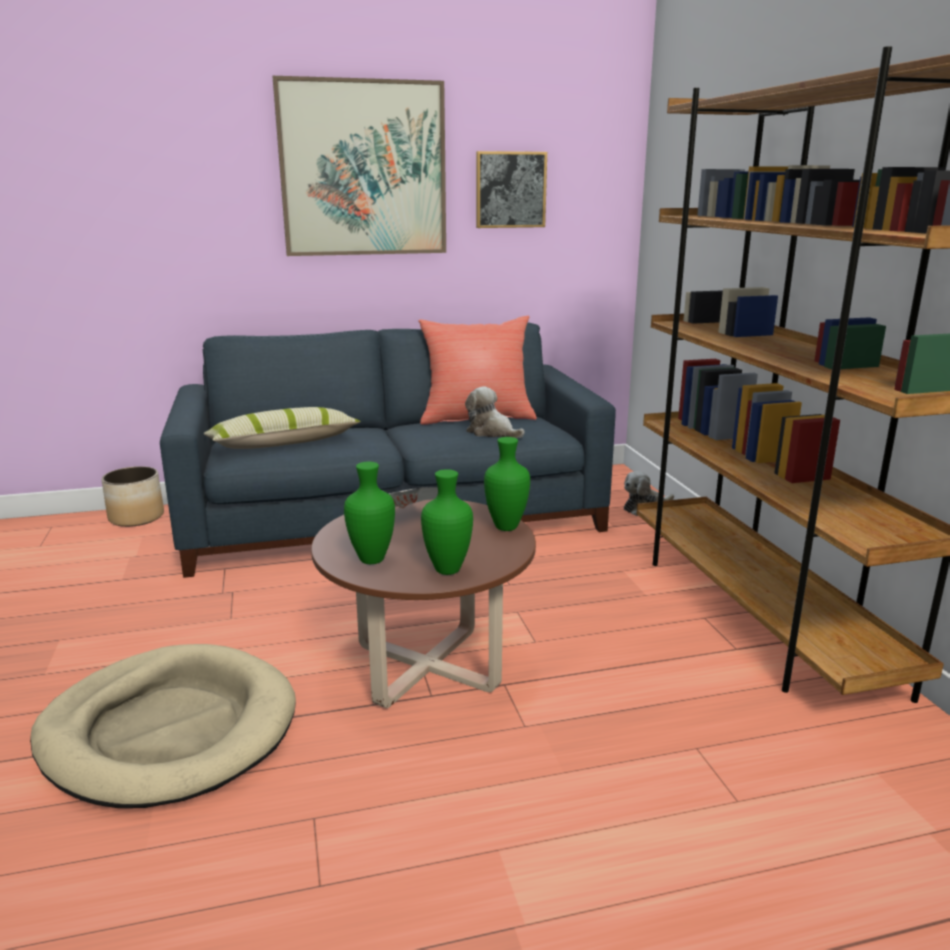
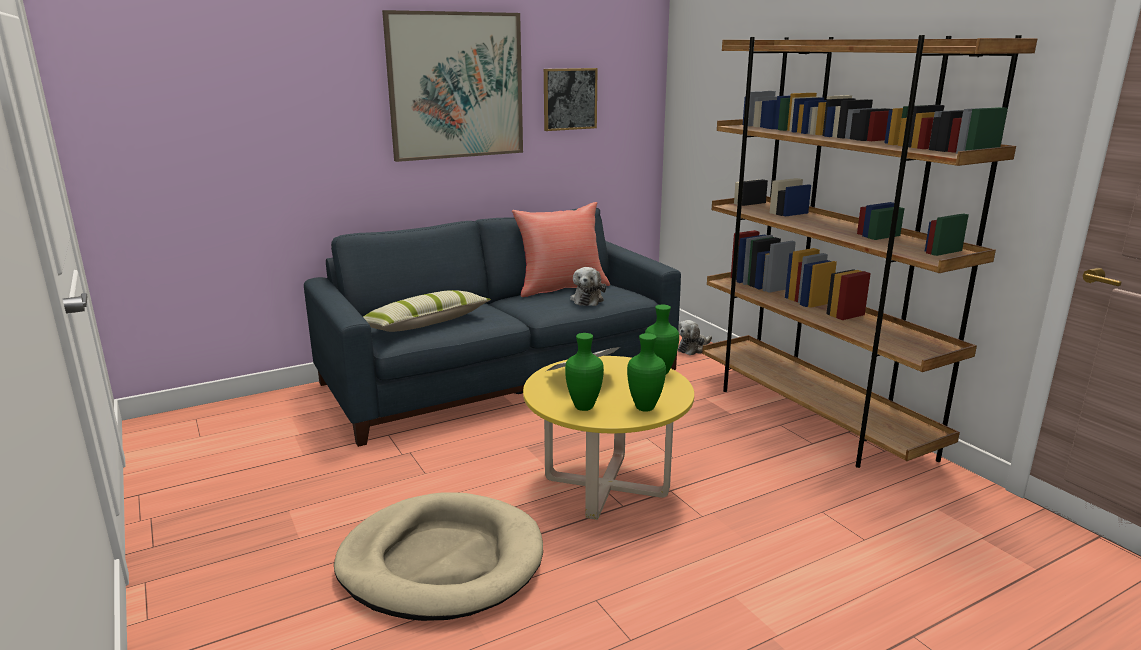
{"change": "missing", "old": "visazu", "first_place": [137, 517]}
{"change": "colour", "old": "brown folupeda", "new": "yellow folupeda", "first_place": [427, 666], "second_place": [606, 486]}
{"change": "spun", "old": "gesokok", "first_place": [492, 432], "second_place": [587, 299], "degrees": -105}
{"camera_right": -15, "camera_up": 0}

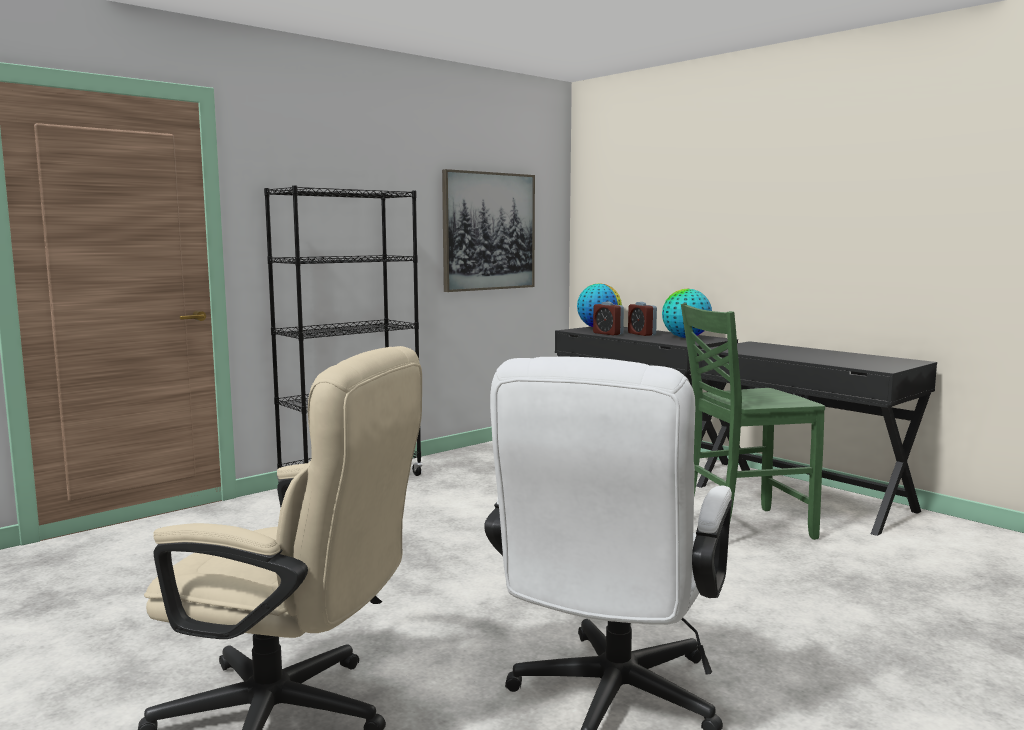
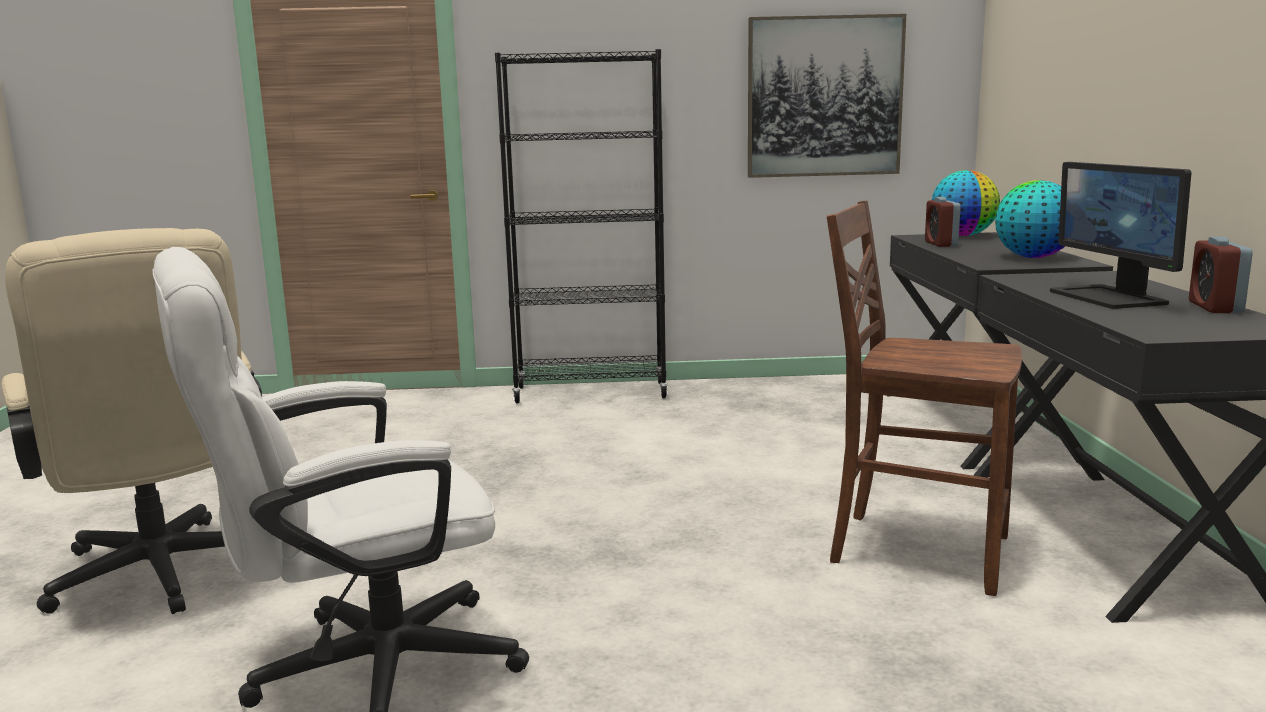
{"change": "appeared", "new": "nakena", "second_place": [1109, 297]}
{"change": "relocated", "old": "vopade", "first_place": [641, 334], "second_place": [1215, 307]}
{"change": "colour", "old": "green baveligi", "new": "brown baveligi", "first_place": [743, 527], "second_place": [915, 549]}
{"camera_right": 40, "camera_up": 5}

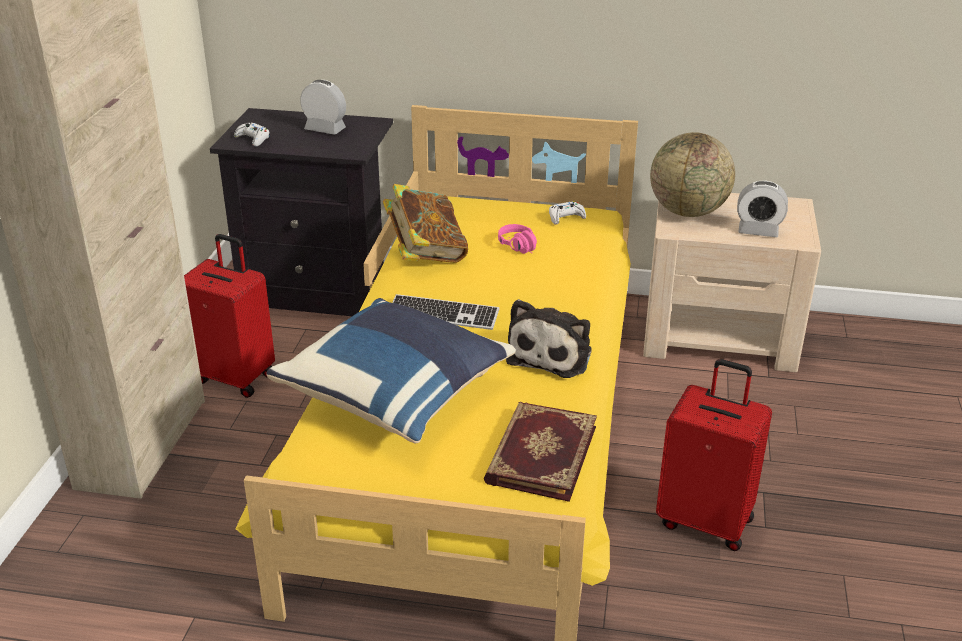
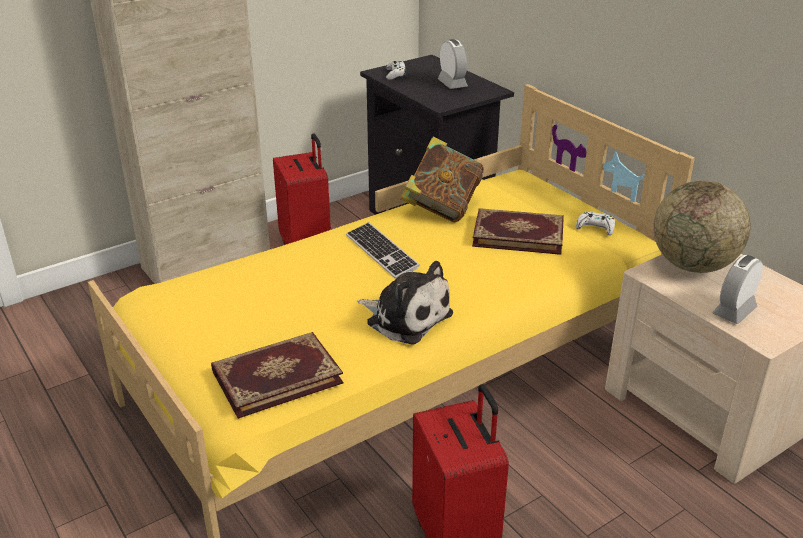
{"change": "missing", "old": "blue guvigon", "first_place": [396, 395]}
{"change": "exchanged", "old": "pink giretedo", "new": "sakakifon", "first_place": [521, 248], "second_place": [518, 234]}
{"change": "spun", "old": "gesokok", "first_place": [552, 354], "second_place": [406, 317], "degrees": -120}
{"change": "spun", "old": "vopade", "first_place": [758, 231], "second_place": [734, 311], "degrees": 75}
{"camera_right": 45, "camera_up": 0}

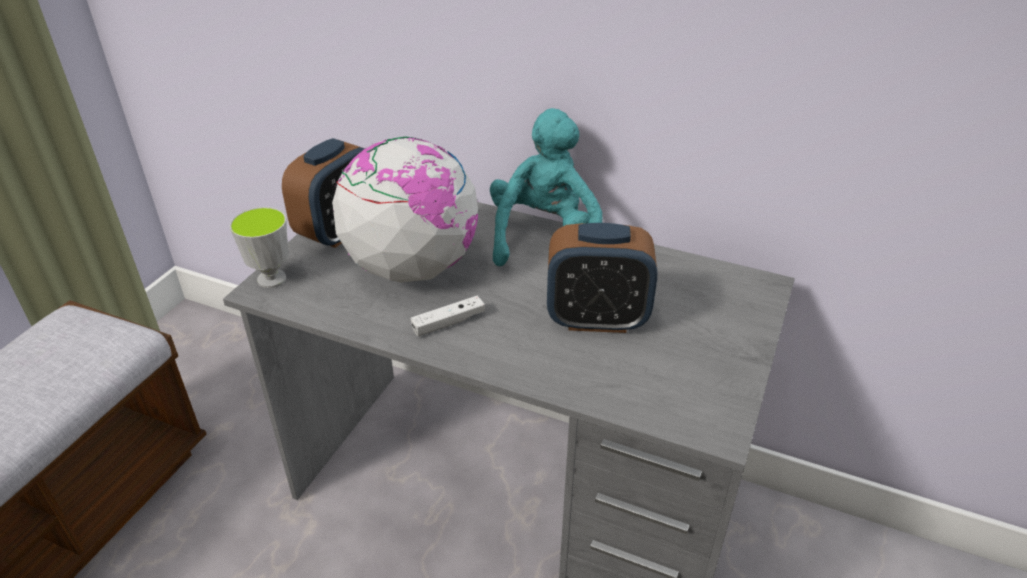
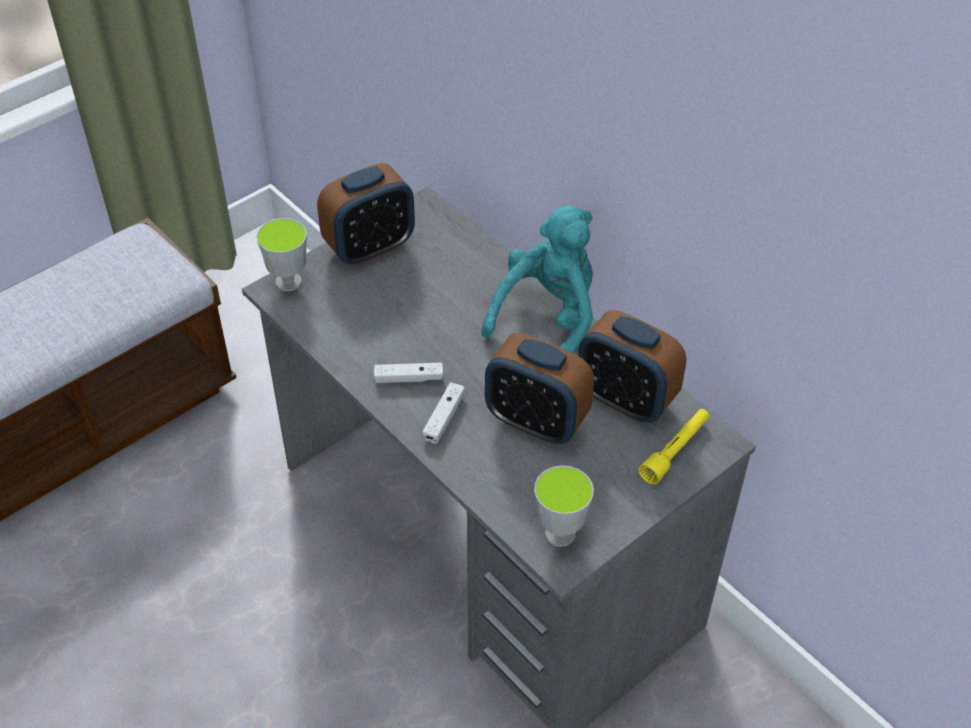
{"change": "missing", "old": "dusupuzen", "first_place": [411, 267]}
{"change": "appeared", "new": "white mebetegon", "second_place": [444, 418]}
{"change": "appeared", "new": "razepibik", "second_place": [560, 533]}
{"change": "appeared", "new": "vopade", "second_place": [625, 399]}
{"change": "appeared", "new": "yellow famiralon", "second_place": [675, 451]}
{"camera_right": 25, "camera_up": 10}

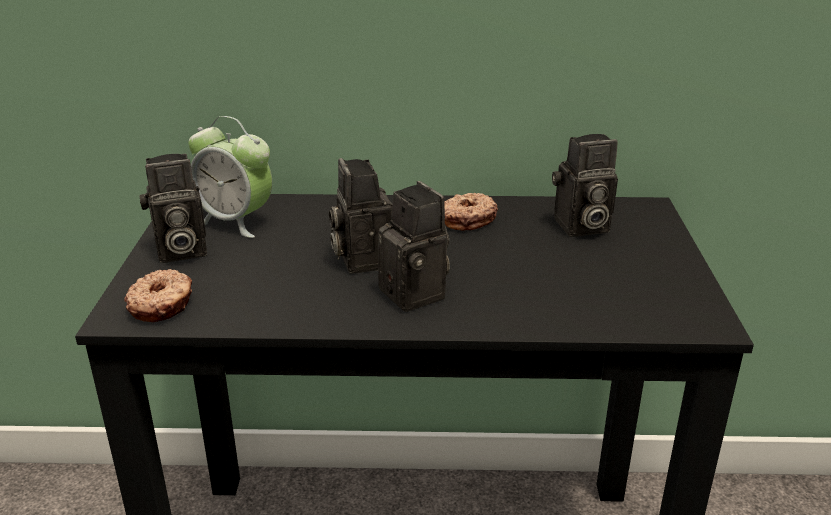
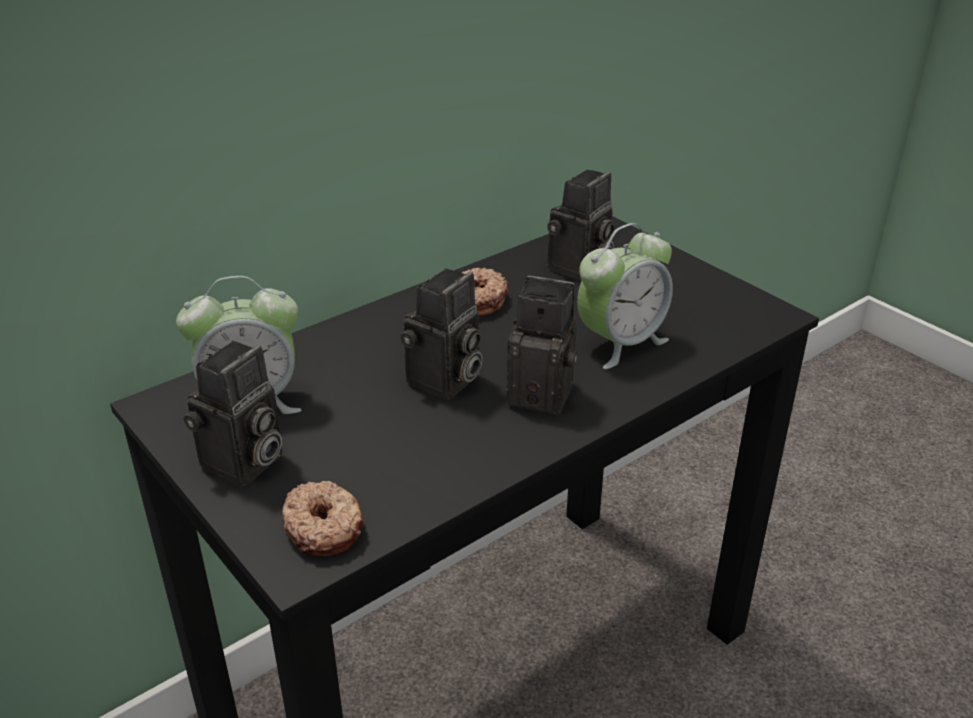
{"change": "appeared", "new": "vopade", "second_place": [621, 343]}
{"change": "spun", "old": "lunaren", "first_place": [362, 258], "second_place": [444, 382], "degrees": -90}
{"camera_right": -40, "camera_up": 5}

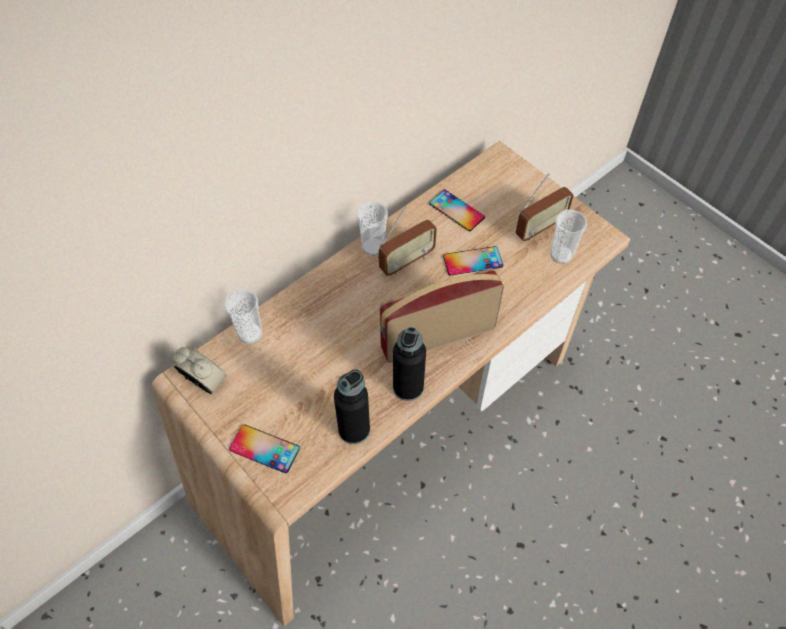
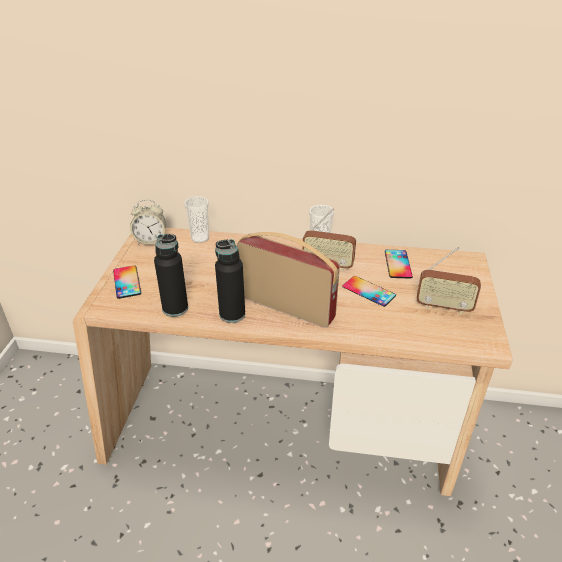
{"change": "missing", "old": "razepibik", "first_place": [561, 255]}
{"change": "spun", "old": "vopade", "first_place": [205, 382], "second_place": [151, 240], "degrees": 90}
{"camera_right": 50, "camera_up": -20}

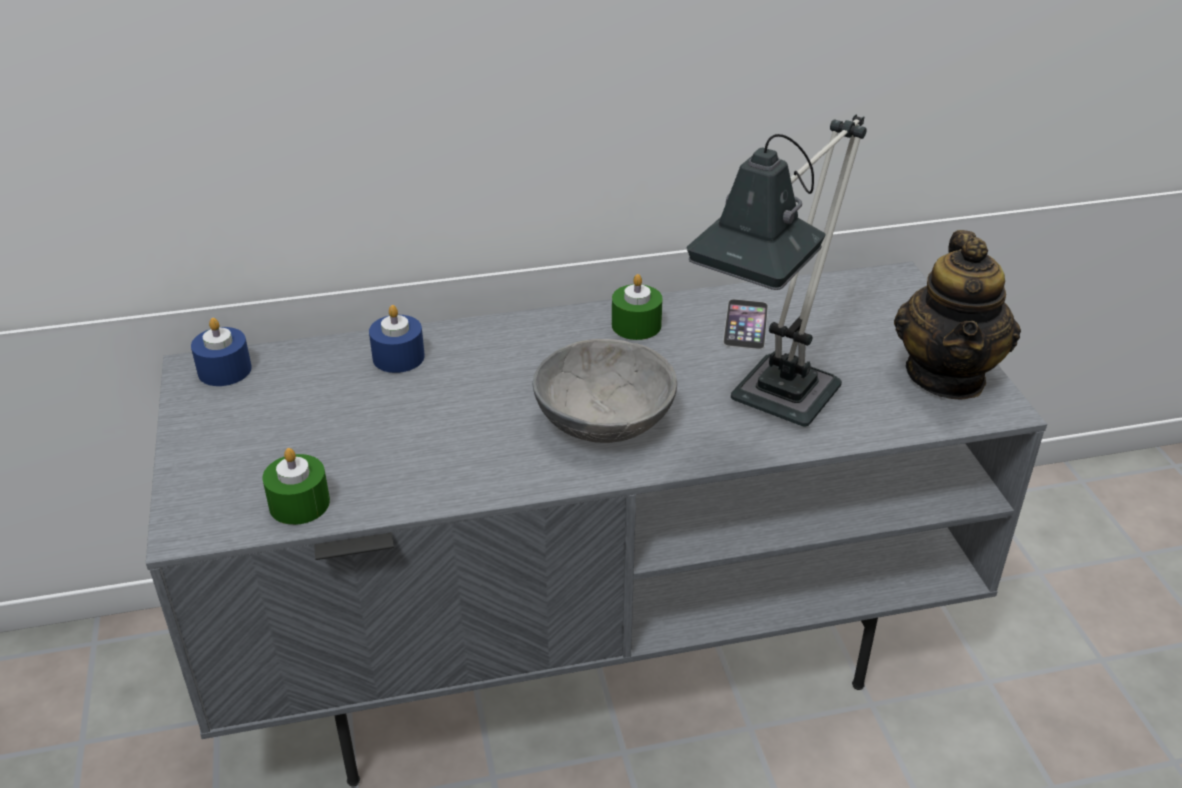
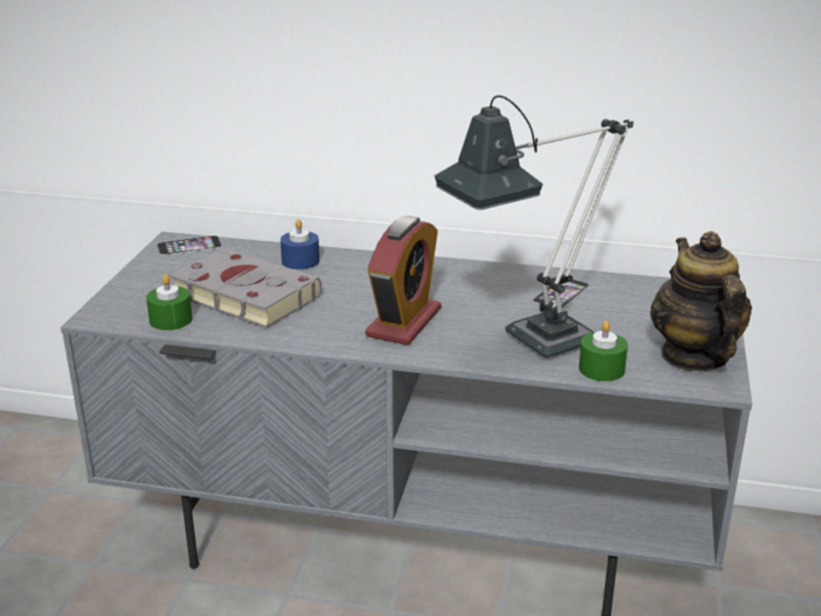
{"change": "appeared", "new": "grey sakakifon", "second_place": [241, 294]}
{"change": "relocated", "old": "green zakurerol", "first_place": [636, 325], "second_place": [601, 369]}
{"change": "exchanged", "old": "blue zakurerol", "new": "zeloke", "first_place": [224, 370], "second_place": [189, 245]}
{"change": "exchanged", "old": "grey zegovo", "new": "vopade", "first_place": [603, 419], "second_place": [404, 322]}
{"change": "spun", "old": "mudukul", "first_place": [947, 375], "second_place": [693, 356], "degrees": 135}
{"camera_right": 25, "camera_up": -10}

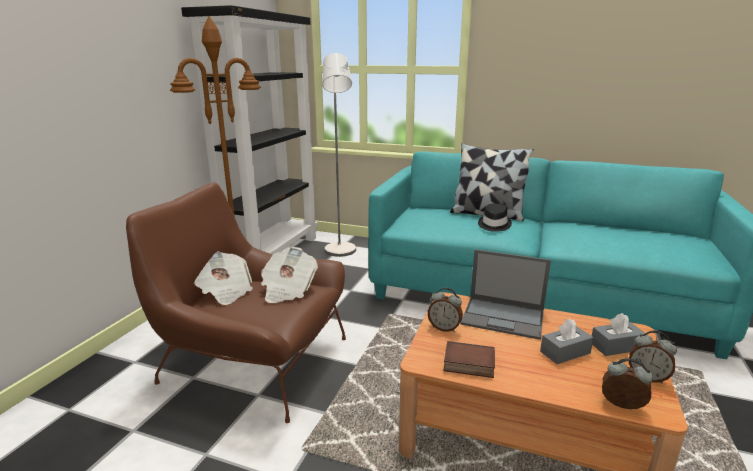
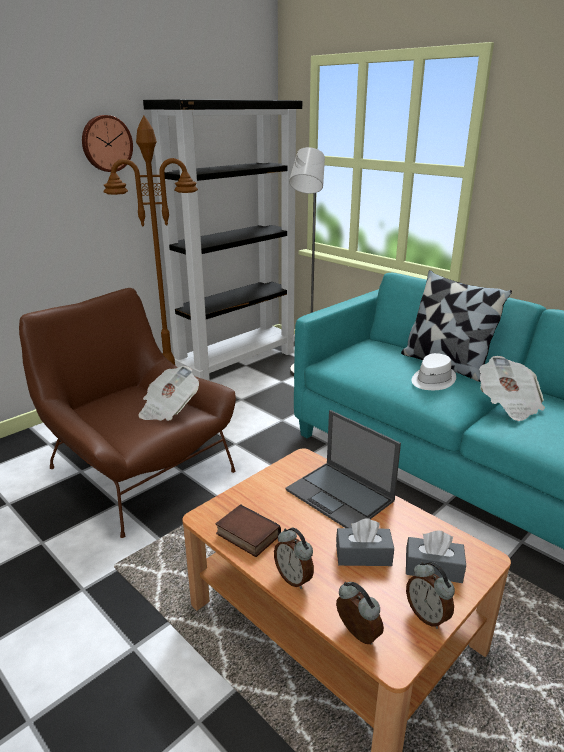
{"change": "appeared", "new": "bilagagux", "second_place": [106, 143]}
{"change": "relocated", "old": "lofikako", "first_place": [224, 291], "second_place": [508, 404]}
{"change": "relocated", "old": "vopade", "first_place": [444, 328], "second_place": [294, 578]}
{"change": "colour", "old": "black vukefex", "new": "white vukefex", "first_place": [493, 225], "second_place": [432, 380]}
{"camera_right": 25, "camera_up": 5}

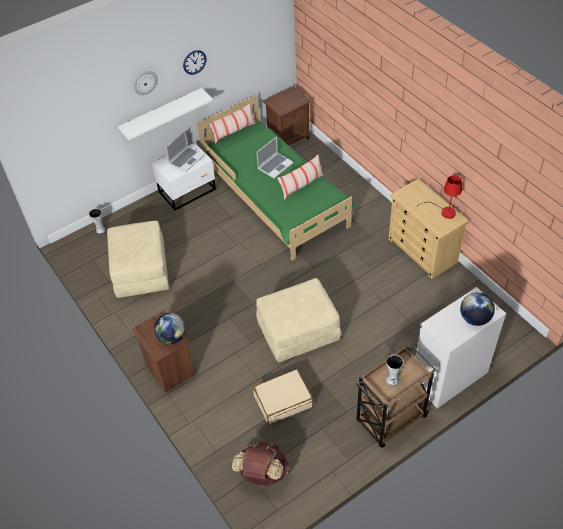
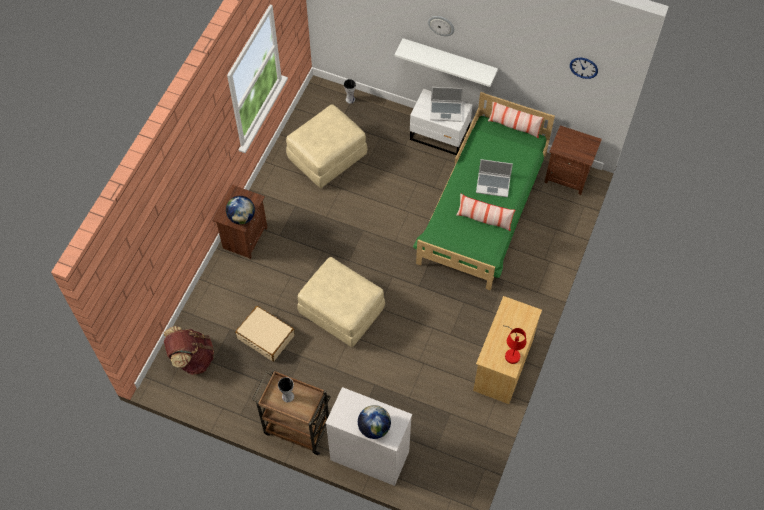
{"change": "relocated", "old": "bilagagux", "first_place": [194, 62], "second_place": [583, 67]}
{"camera_right": 55, "camera_up": 10}

